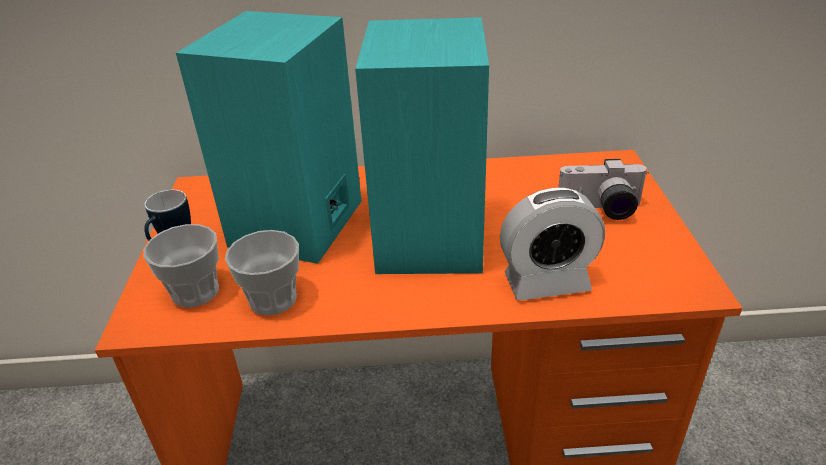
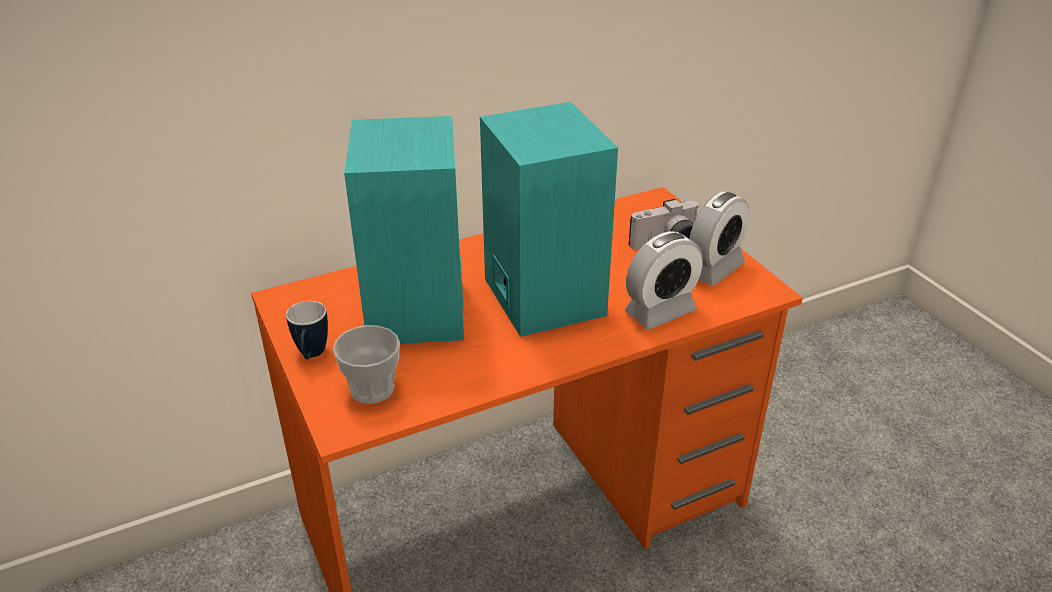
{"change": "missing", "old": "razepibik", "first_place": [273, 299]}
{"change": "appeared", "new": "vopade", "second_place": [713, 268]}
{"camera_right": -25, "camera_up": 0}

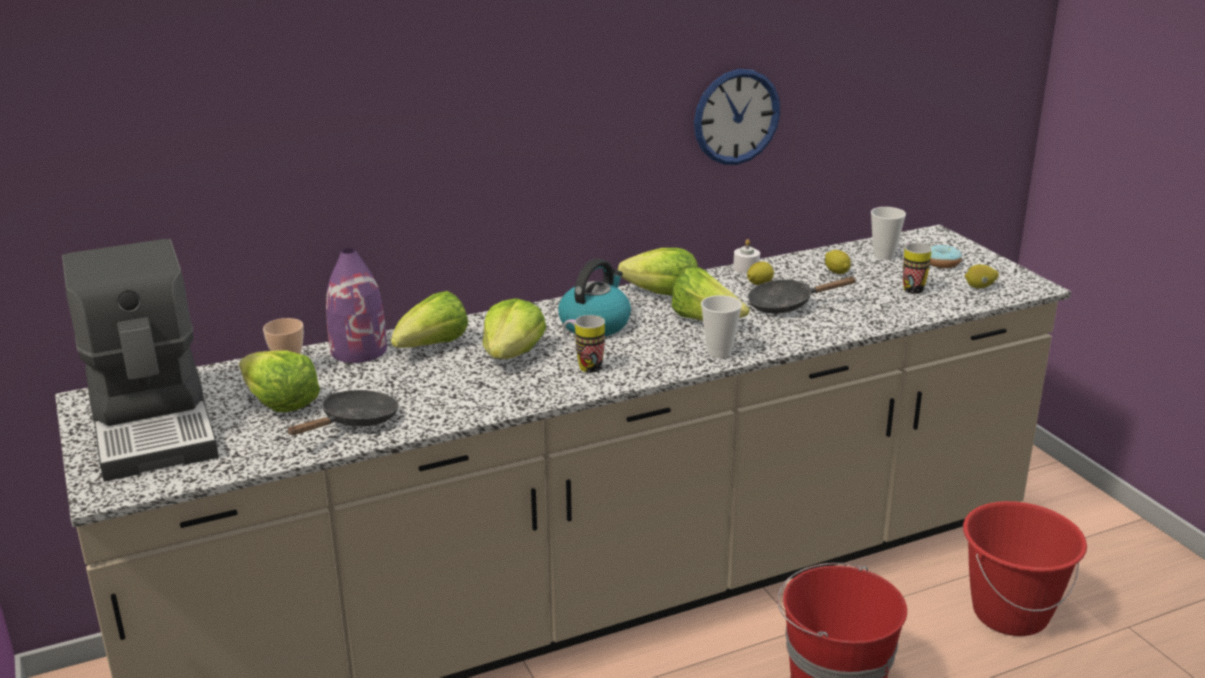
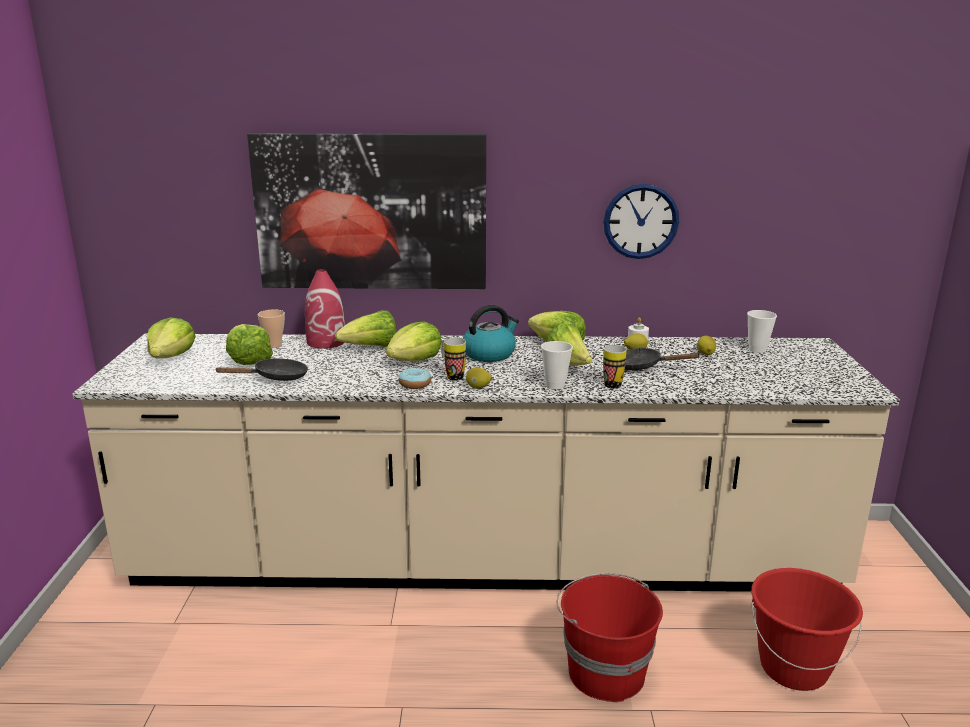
{"change": "appeared", "new": "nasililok", "second_place": [371, 212]}
{"change": "relocated", "old": "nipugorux", "first_place": [910, 287], "second_place": [613, 383]}
{"change": "relocated", "old": "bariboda", "first_place": [942, 263], "second_place": [415, 384]}
{"change": "relocated", "old": "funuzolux", "first_place": [979, 287], "second_place": [478, 387]}
{"change": "exchanged", "old": "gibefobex", "new": "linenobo", "first_place": [155, 424], "second_place": [171, 357]}
{"change": "colour", "old": "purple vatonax", "new": "red vatonax", "first_place": [359, 350], "second_place": [326, 342]}
{"camera_right": 25, "camera_up": -5}

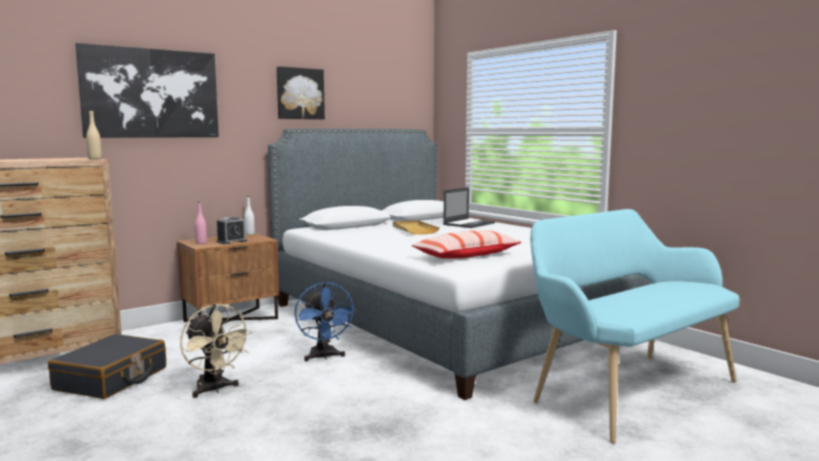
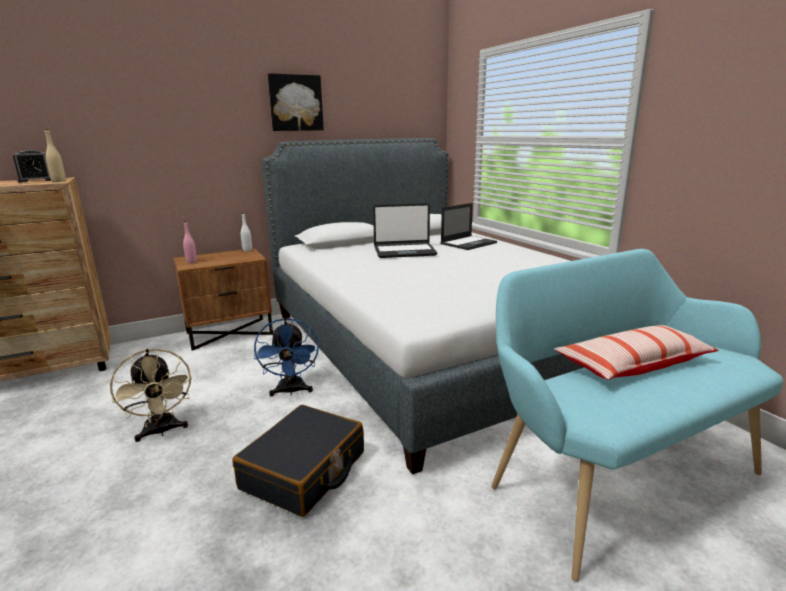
{"change": "missing", "old": "nasililok", "first_place": [151, 93]}
{"change": "relocated", "old": "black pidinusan", "first_place": [112, 379], "second_place": [304, 471]}
{"change": "relocated", "old": "vopade", "first_place": [231, 241], "second_place": [37, 180]}
{"change": "relocated", "old": "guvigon", "first_place": [466, 255], "second_place": [632, 365]}
{"change": "exchanged", "old": "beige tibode", "new": "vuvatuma", "first_place": [414, 229], "second_place": [404, 251]}
{"camera_right": 10, "camera_up": 10}

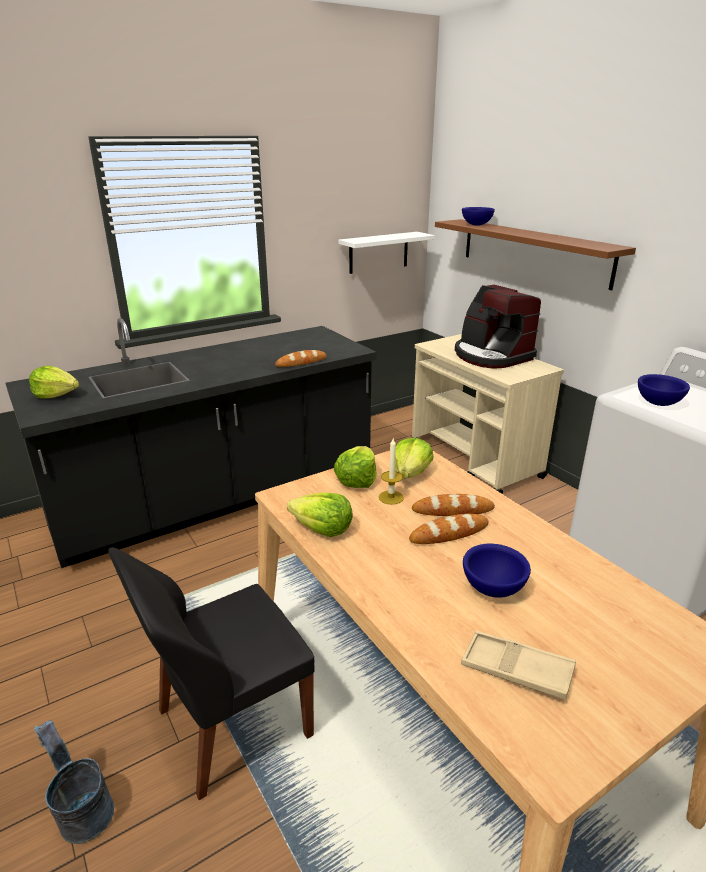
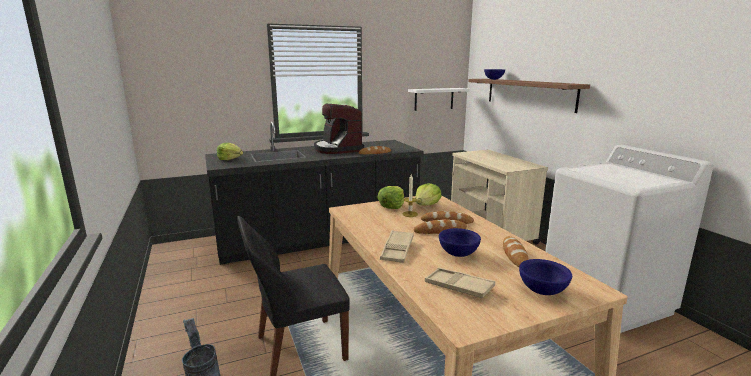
{"change": "missing", "old": "linenobo", "first_place": [322, 529]}
{"change": "appeared", "new": "beige tibode", "second_place": [397, 250]}
{"change": "appeared", "new": "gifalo", "second_place": [514, 254]}
{"change": "relocated", "old": "gibefobex", "first_place": [491, 356], "second_place": [337, 149]}
{"change": "relocated", "old": "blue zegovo", "first_place": [659, 403], "second_place": [542, 291]}
{"camera_right": 10, "camera_up": -10}

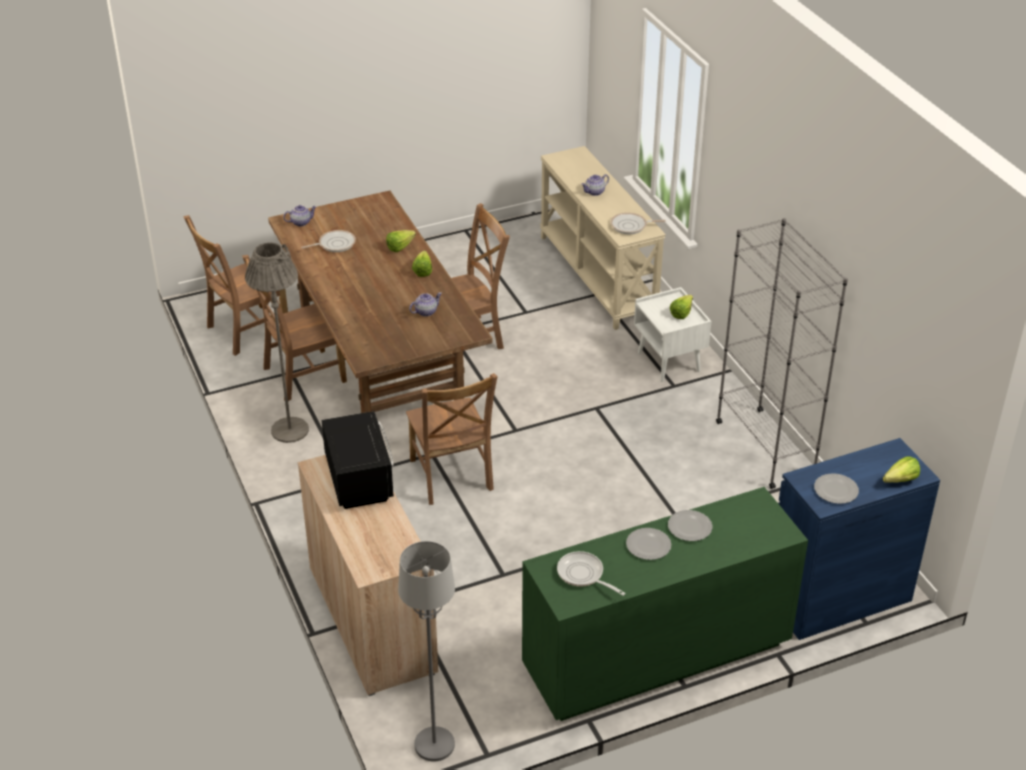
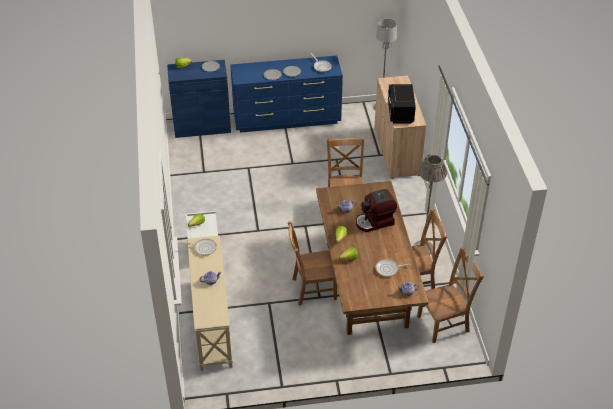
{"change": "missing", "old": "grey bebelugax", "first_place": [765, 447]}
{"change": "appeared", "new": "gibefobex", "second_place": [375, 222]}
{"change": "colour", "old": "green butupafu", "new": "blue butupafu", "first_place": [655, 657], "second_place": [287, 119]}
{"camera_right": -165, "camera_up": 5}

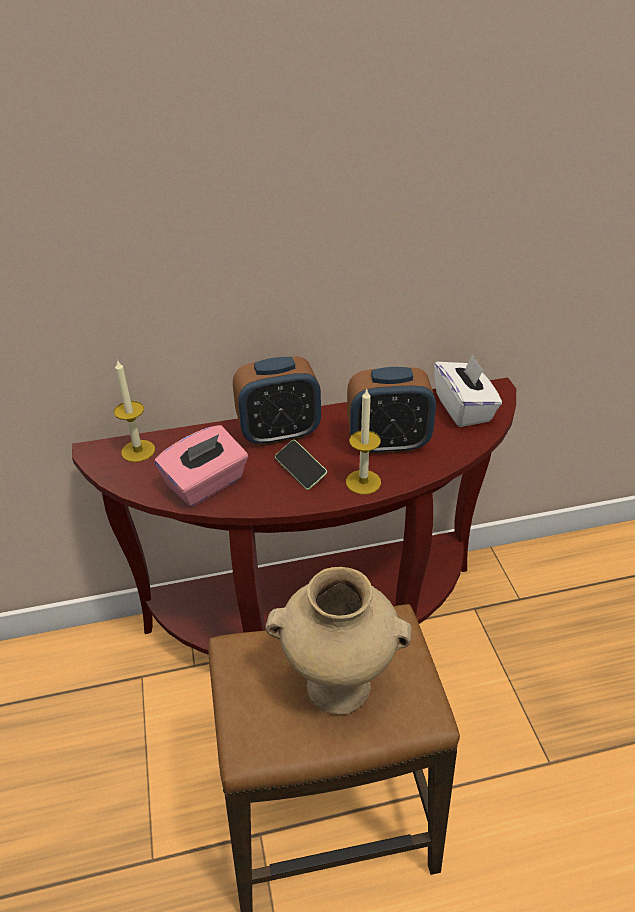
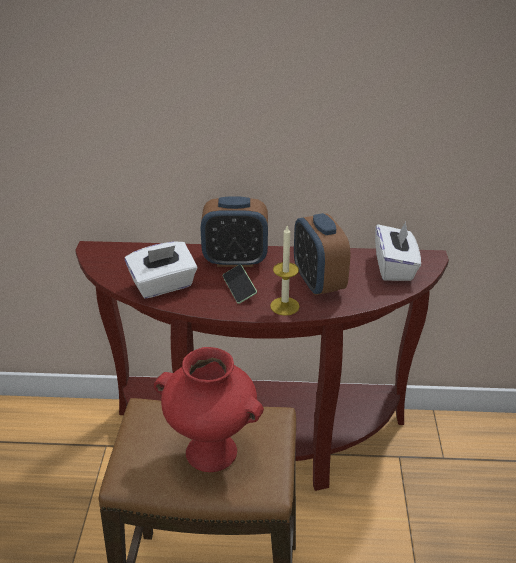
{"change": "missing", "old": "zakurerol", "first_place": [138, 451]}
{"change": "colour", "old": "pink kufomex", "new": "white kufomex", "first_place": [206, 484], "second_place": [163, 285]}
{"change": "colour", "old": "beige vatonax", "new": "red vatonax", "first_place": [340, 684], "second_place": [213, 451]}
{"change": "spun", "old": "vopade", "first_place": [388, 443], "second_place": [318, 282], "degrees": 60}
{"camera_right": 15, "camera_up": -5}

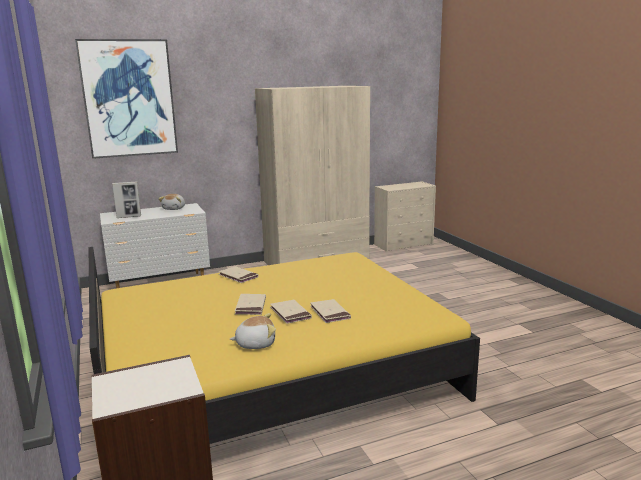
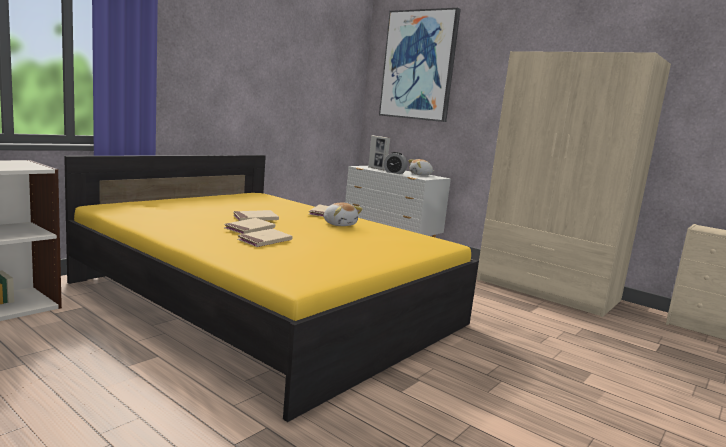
{"change": "appeared", "new": "vopade", "second_place": [394, 172]}
{"change": "relocated", "old": "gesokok", "first_place": [255, 343], "second_place": [339, 224]}
{"camera_right": 60, "camera_up": -5}

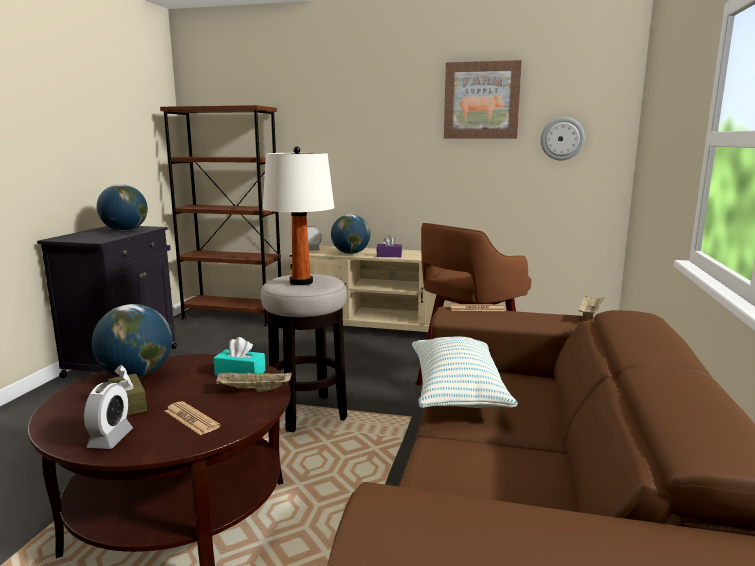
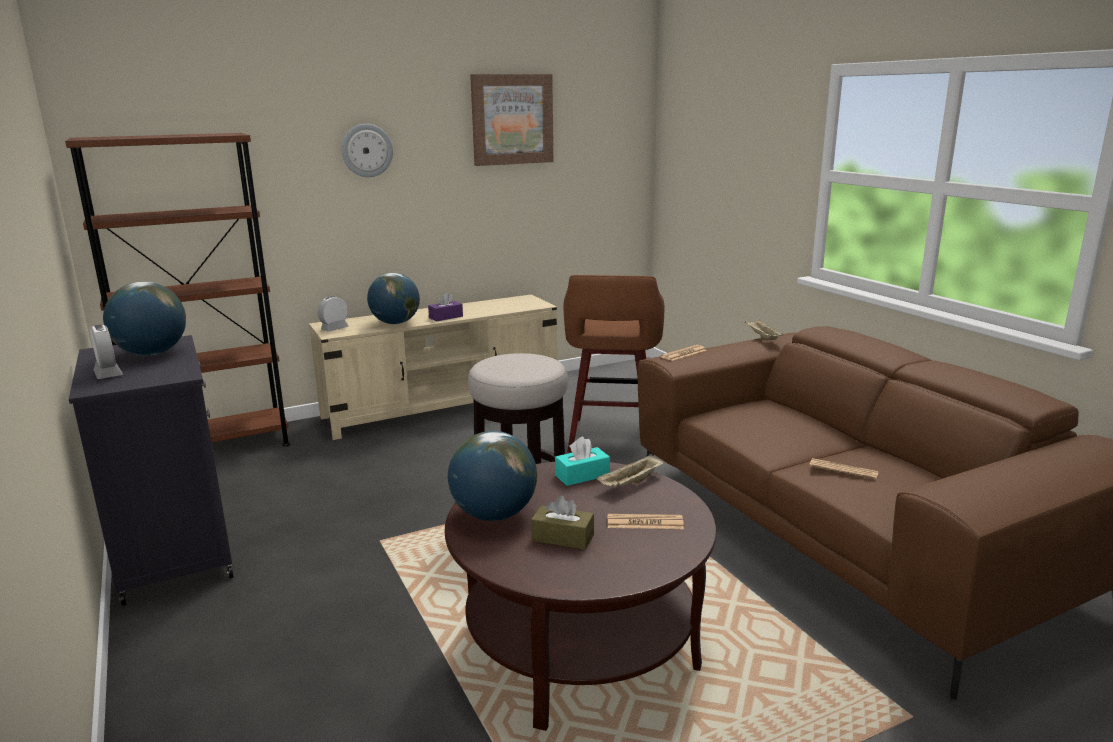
{"change": "missing", "old": "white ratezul", "first_place": [301, 282]}
{"change": "missing", "old": "guvigon", "first_place": [457, 391]}
{"change": "appeared", "new": "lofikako", "second_place": [843, 469]}
{"change": "relocated", "old": "vopade", "first_place": [110, 439], "second_place": [108, 373]}
{"change": "relocated", "old": "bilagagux", "first_place": [562, 139], "second_place": [367, 150]}
{"camera_right": -40, "camera_up": 5}

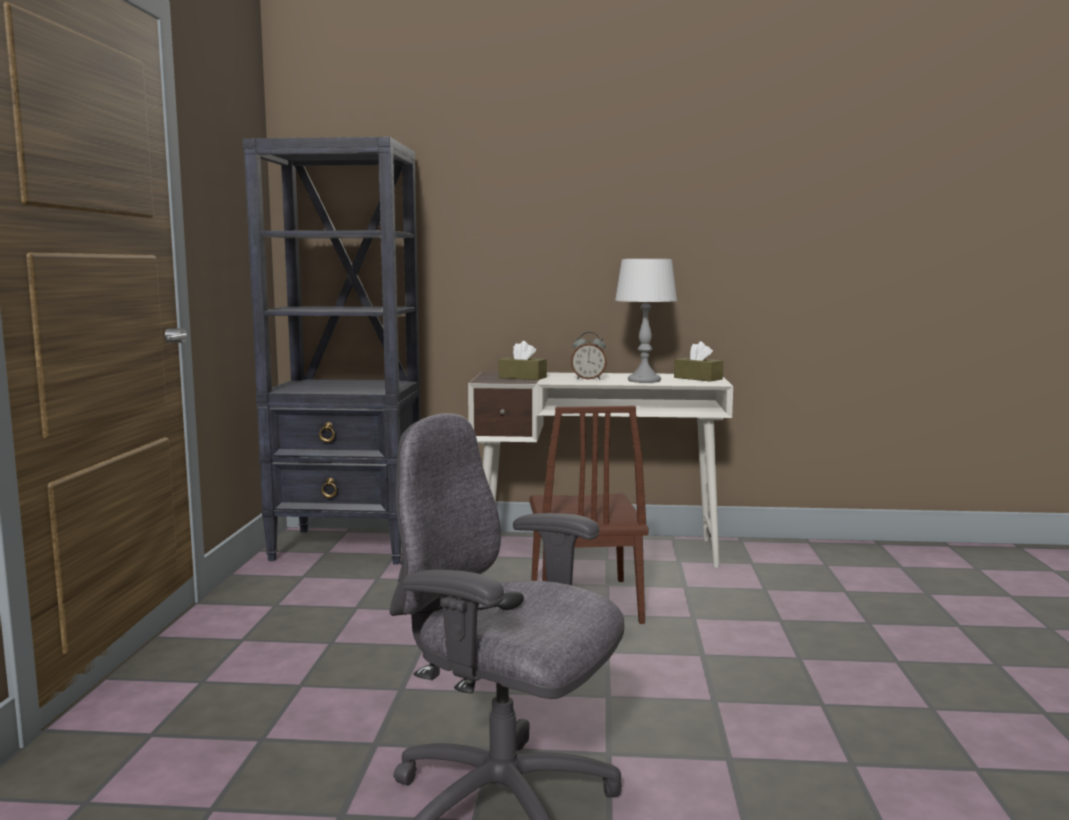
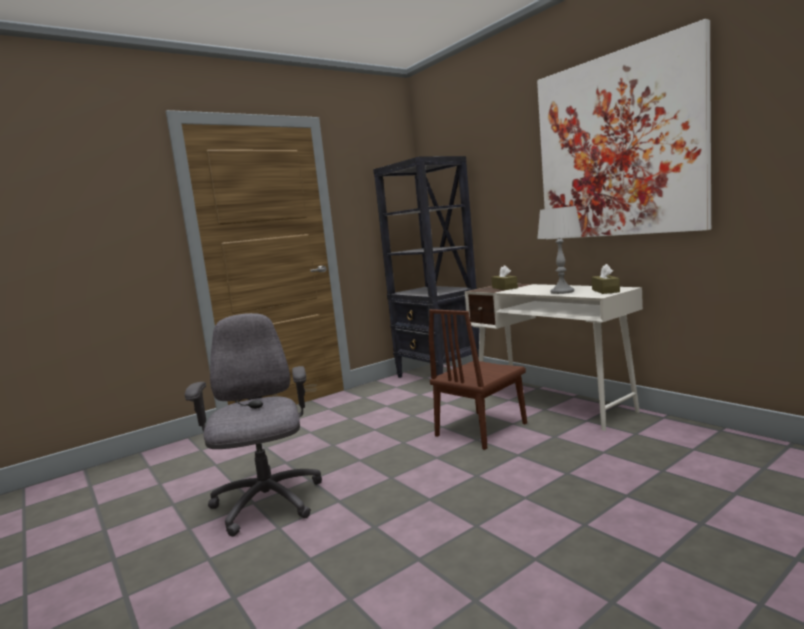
{"change": "missing", "old": "vopade", "first_place": [588, 379]}
{"change": "appeared", "new": "nasililok", "second_place": [617, 147]}
{"camera_right": 50, "camera_up": 0}

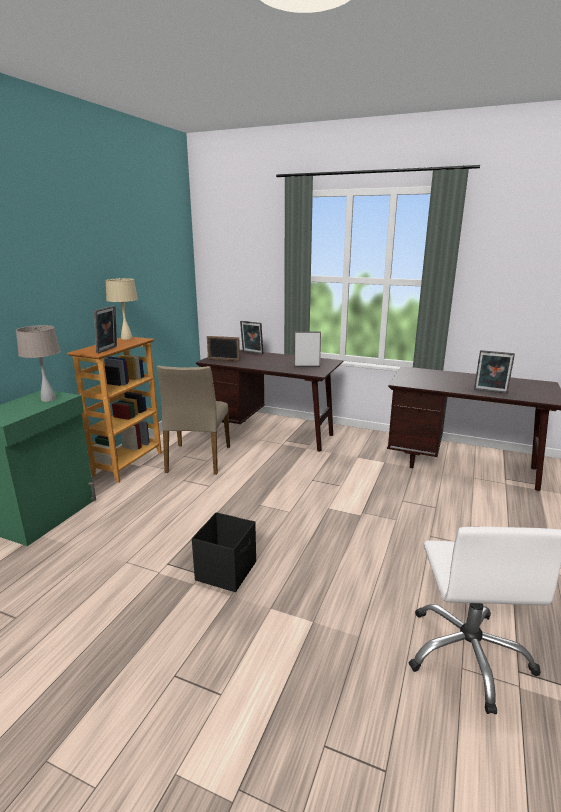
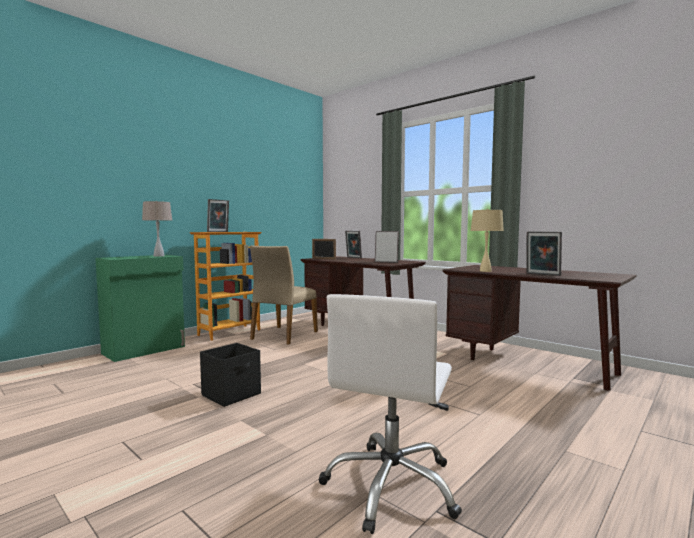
{"change": "relocated", "old": "beige ratezul", "first_place": [127, 338], "second_place": [485, 271]}
{"camera_right": 20, "camera_up": -15}

